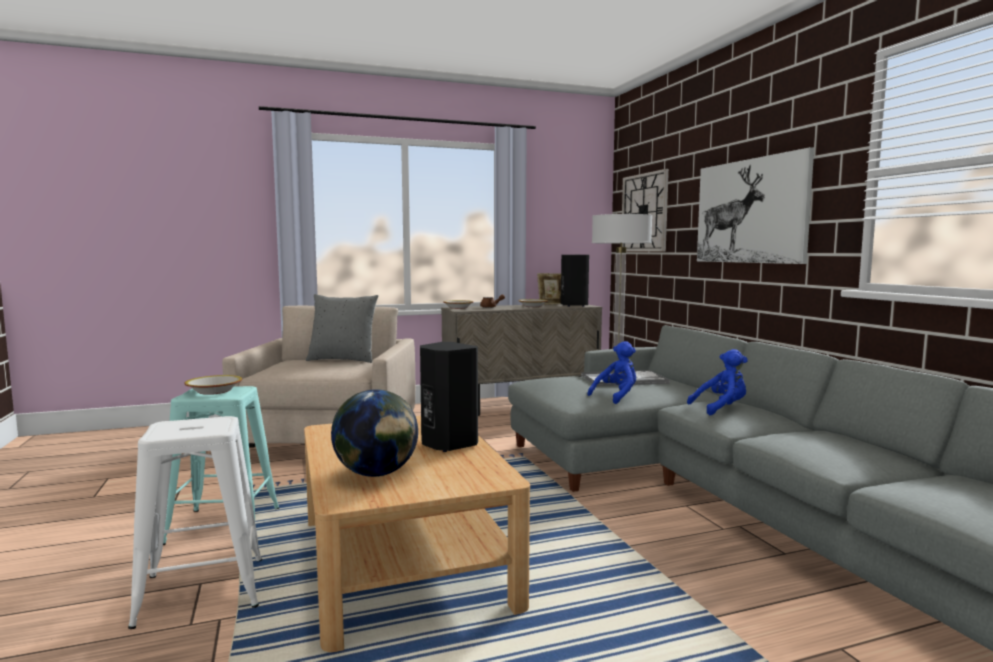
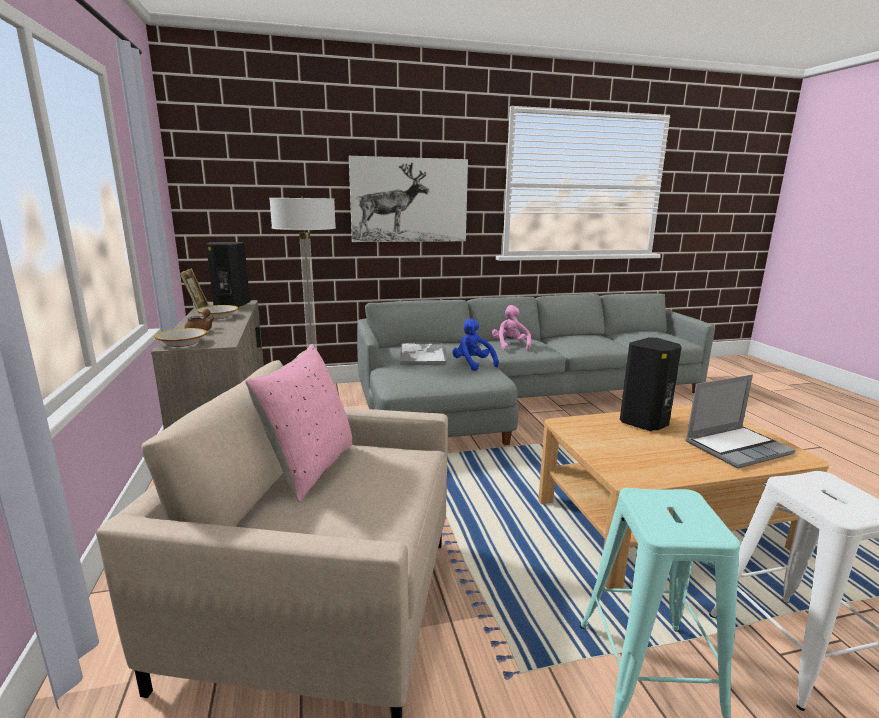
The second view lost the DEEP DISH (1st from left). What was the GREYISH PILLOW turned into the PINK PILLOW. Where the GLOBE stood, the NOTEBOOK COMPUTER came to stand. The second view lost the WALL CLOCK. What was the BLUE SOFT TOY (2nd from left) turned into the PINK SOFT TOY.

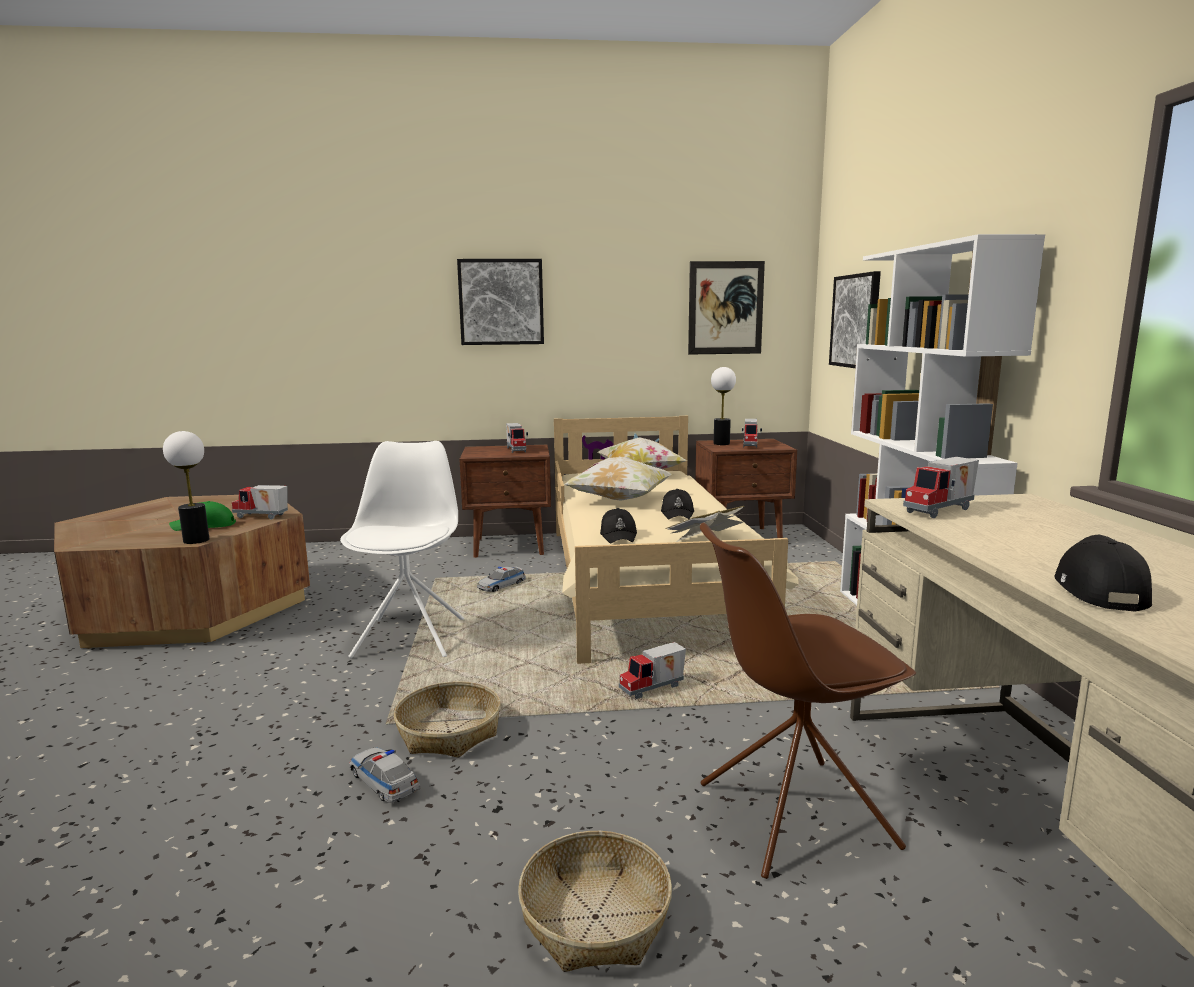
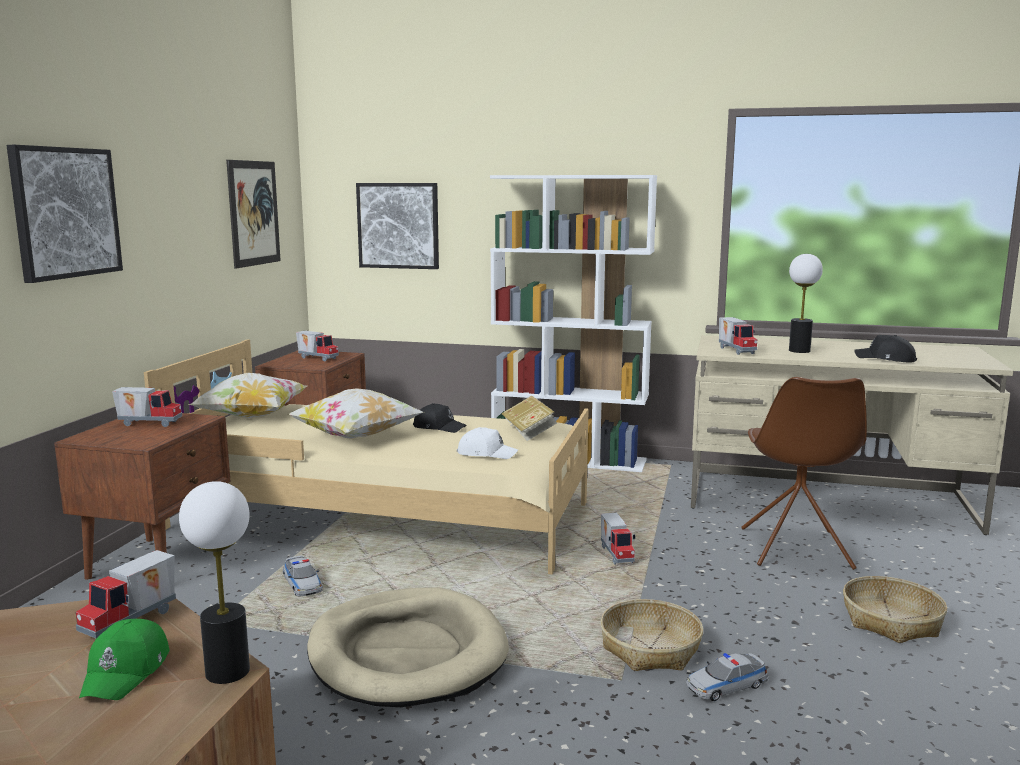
Where the WHITE-COLOURED PLAIN CHAIR stood, the BEIGE DOG CUSHION came to stand. What was the BLACK PEAKED CAP (1st from left) turned into the WHITE-COLOURED PEAKED CAP. The TABLE LAMP (2nd from left) ended up elsewhere.

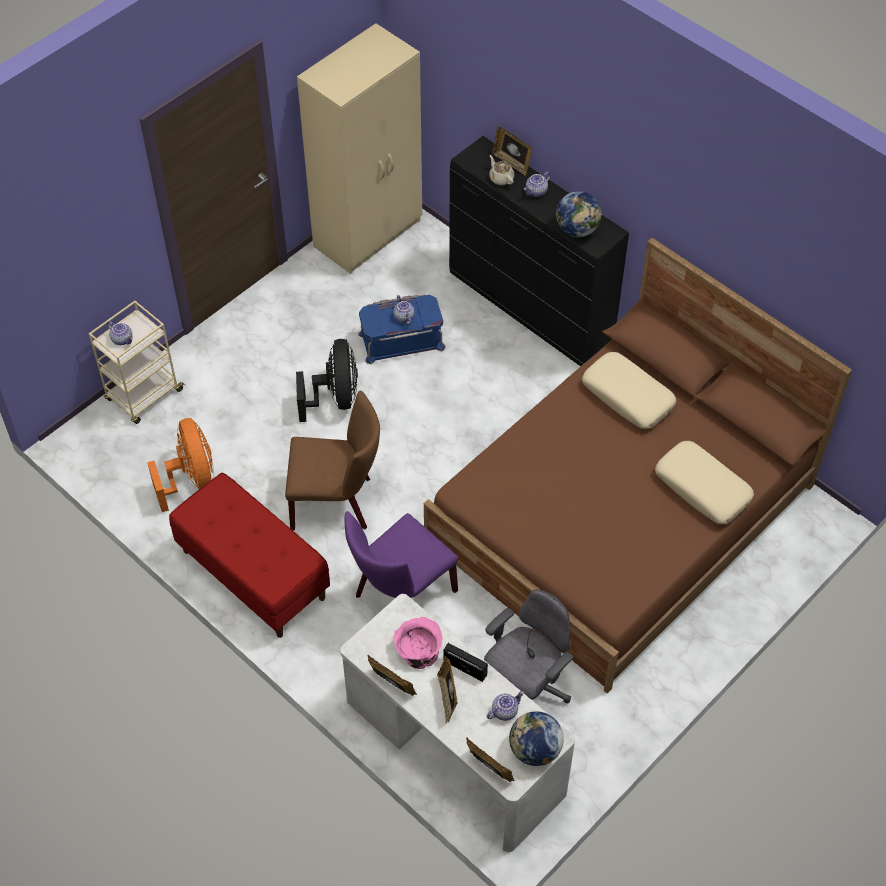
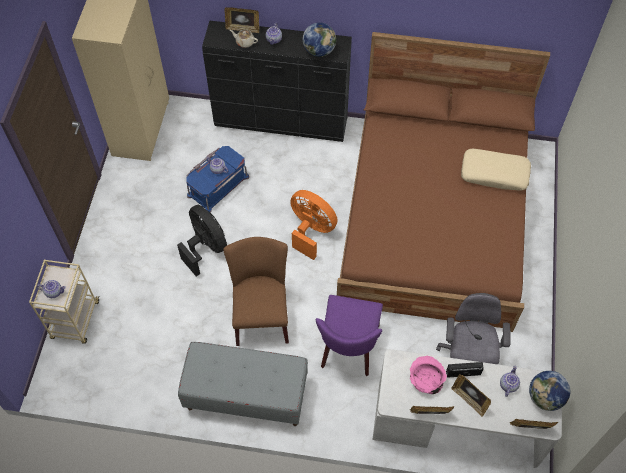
The ORANGEY FAN ended up elsewhere. What was the RED BENCH turned into the GREYISH BENCH. The BROWN-COLOURED PLAIN CHAIR ended up facing another way, 60 degrees counterclockwise from before. The second view lost the BEIGE PILLOW (1st from left).

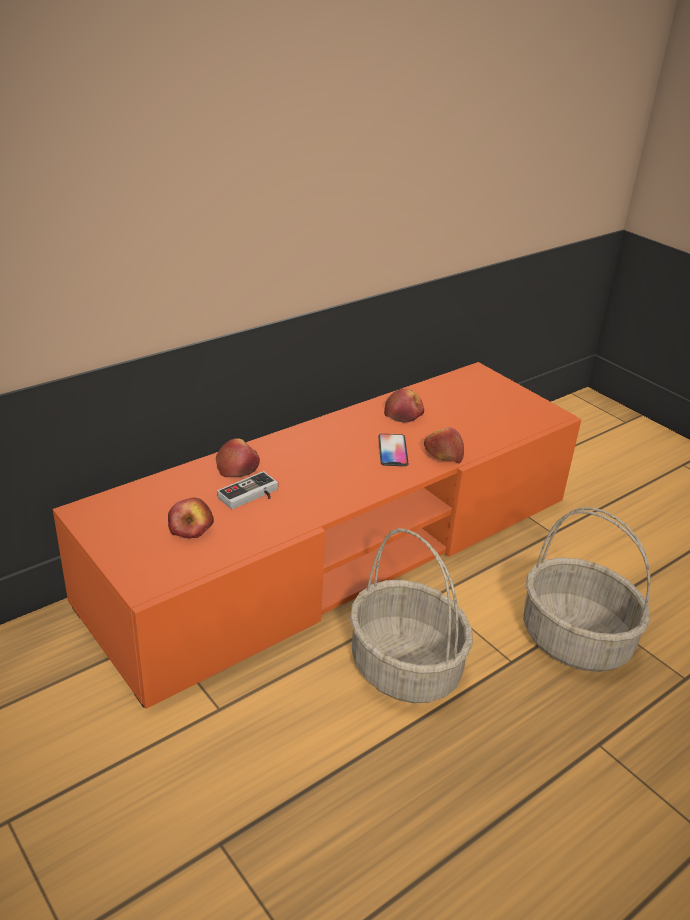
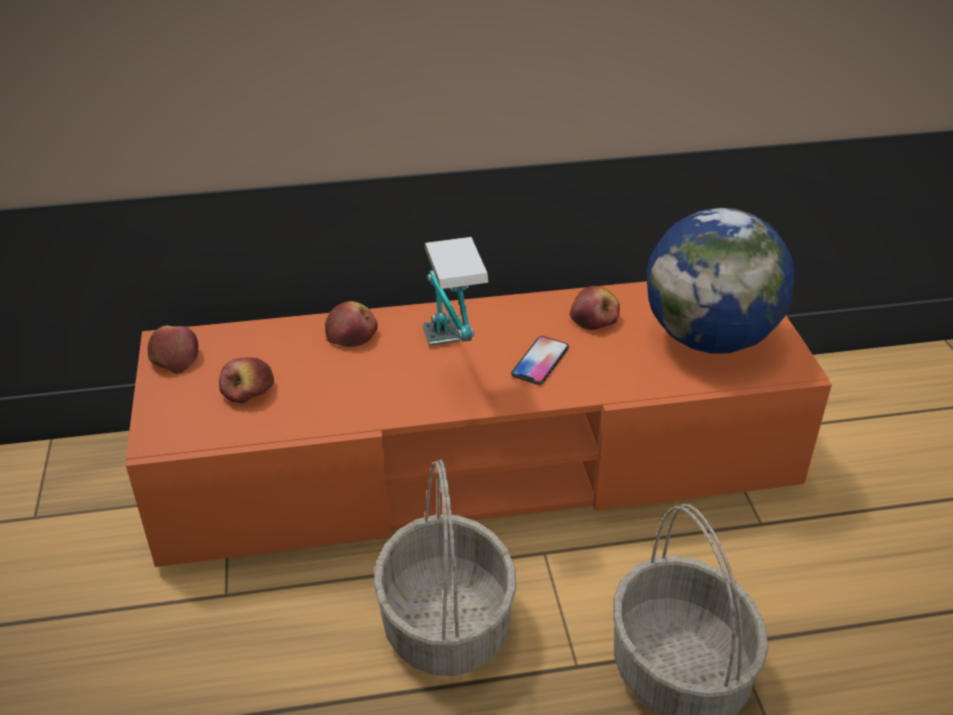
The second view lost the GAMEPAD. The WHOLE APPLE (4th from left in the first image) ended up elsewhere. The second view gained the TABLE LAMP. The second view gained the GLOBE.

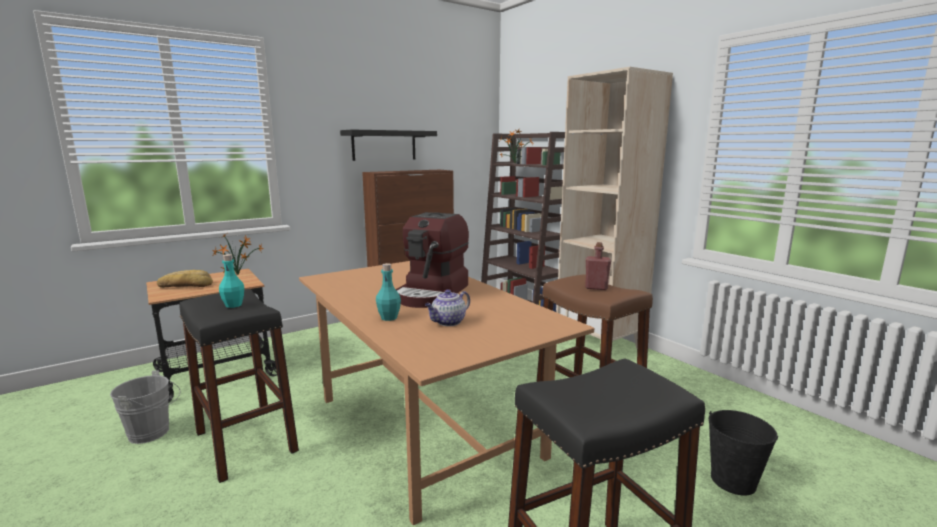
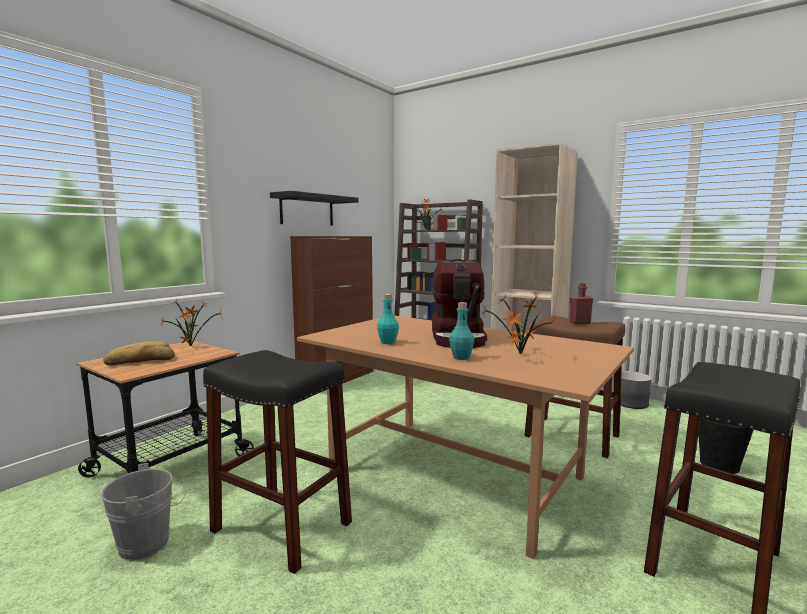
The TURQUOISE-COLOURED DRINK BOTTLE (1st from left) ended up elsewhere. Where the POT FOR TEA stood, the POTTED PLANT (3rd from left) came to stand. The second view gained the GREYISH PLANT POT.

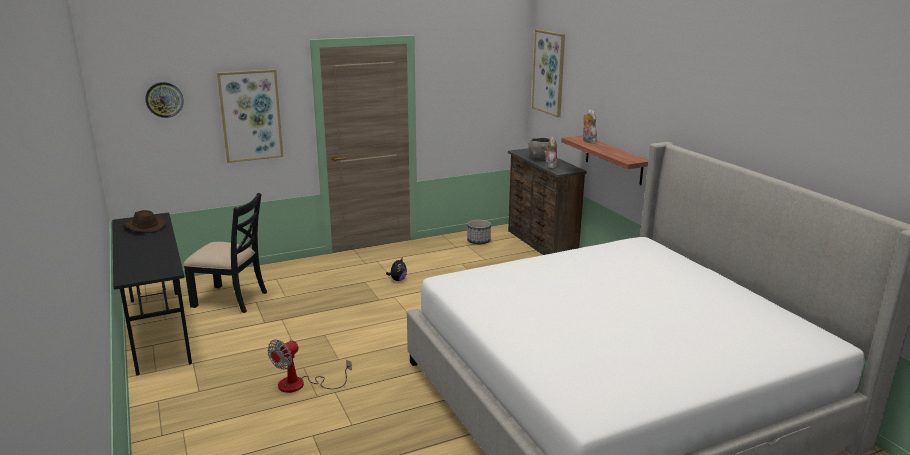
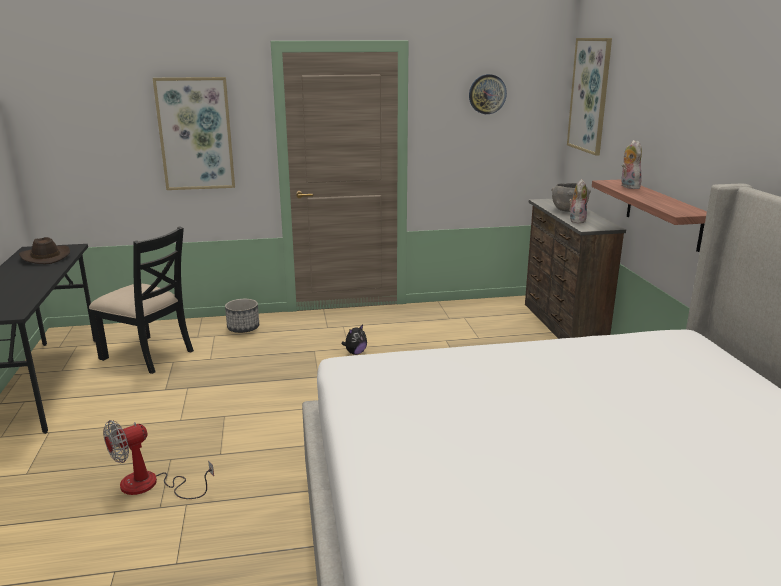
The WALL CLOCK ended up elsewhere. The PLANT POT ended up elsewhere.

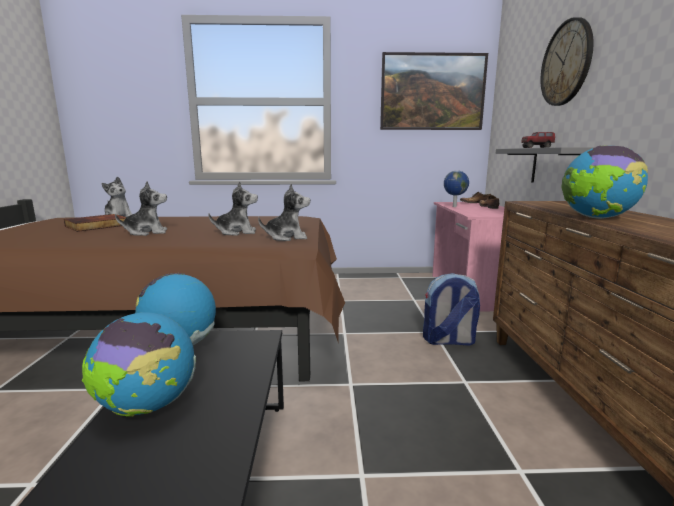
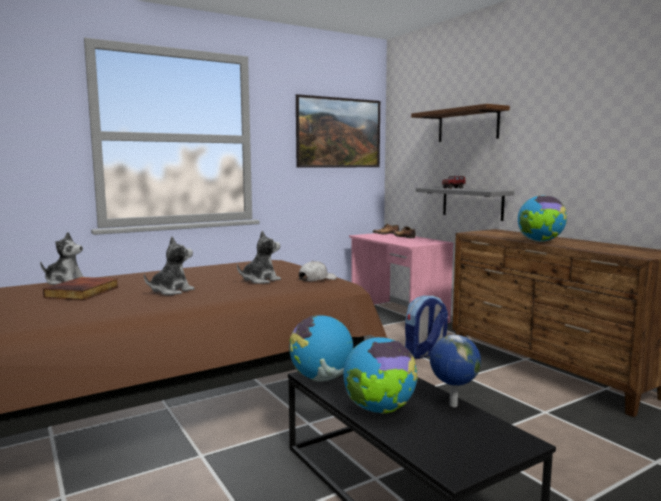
Where the SOFT TOY (4th from left) stood, the WHITE-COLOURED PEAKED CAP came to stand. The GLOBE (3rd from left) ended up elsewhere. Where the WALL CLOCK hung, the BROWN-COLOURED SHELF came to hang.

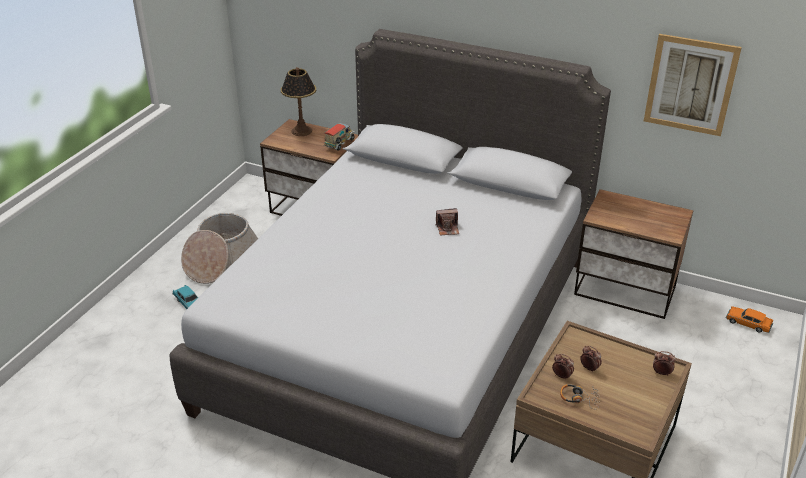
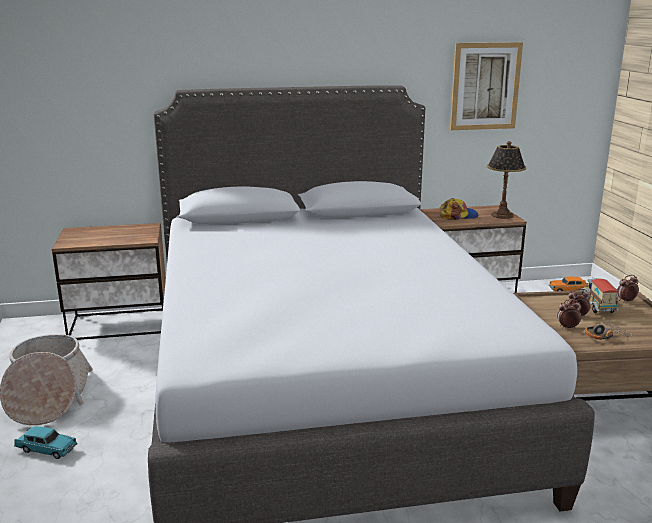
The TABLE LAMP ended up elsewhere. The TOY LORRY ended up elsewhere. The second view lost the STILL CAMERA. The second view gained the PEAKED CAP.

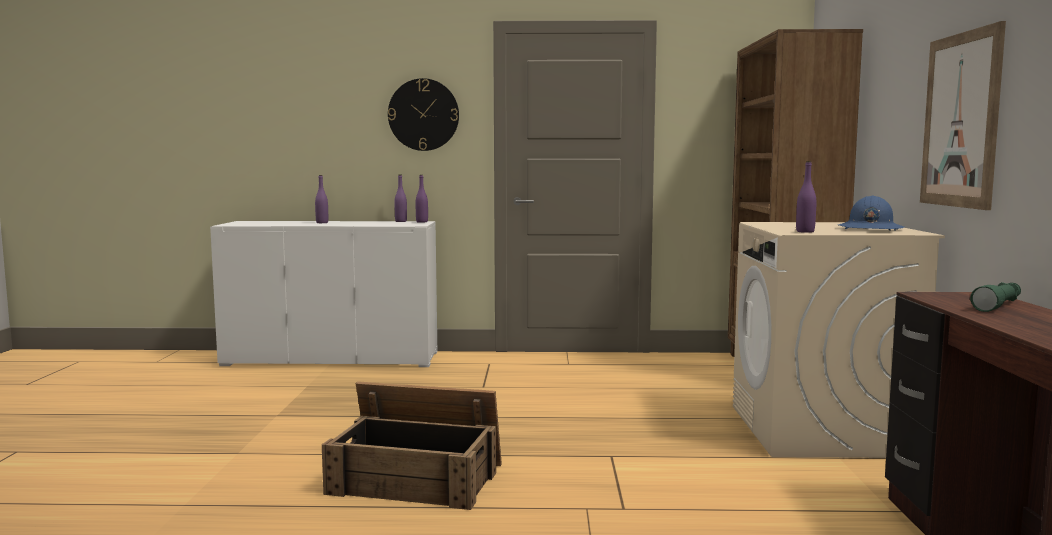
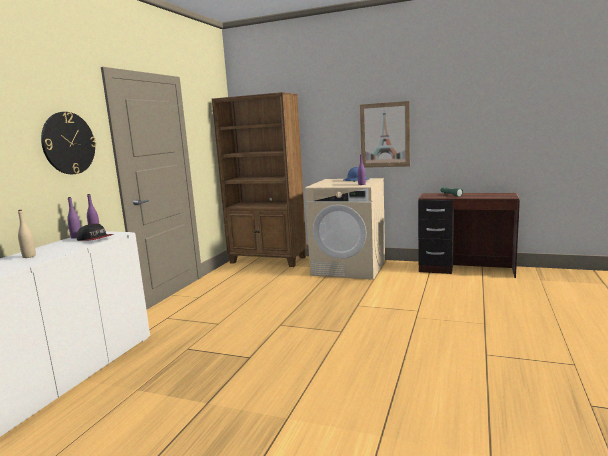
What was the PURPLISH DRINK BOTTLE (1st from left) turned into the BEIGE DRINK BOTTLE. The second view lost the PACKING CRATE. The second view gained the PEAKED CAP.

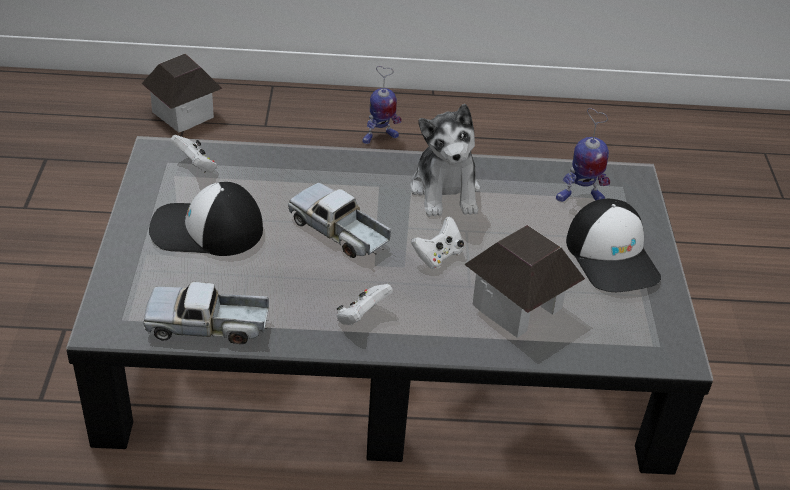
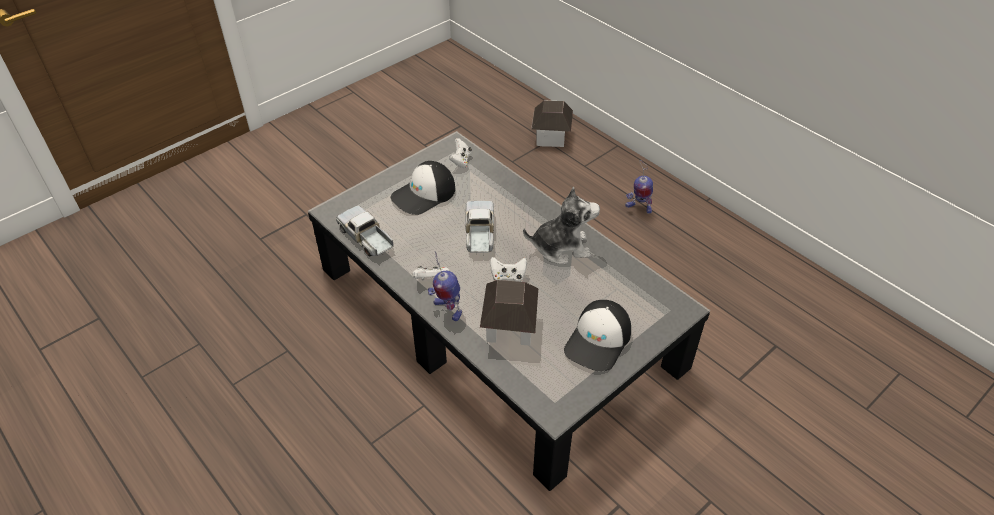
The PEAKED CAP (1st from left) ended up facing another way, 90 degrees counterclockwise from before. The SOFT TOY ended up facing another way, 135 degrees counterclockwise from before. The TOY ROBOT (2nd from left in the first image) ended up elsewhere.

